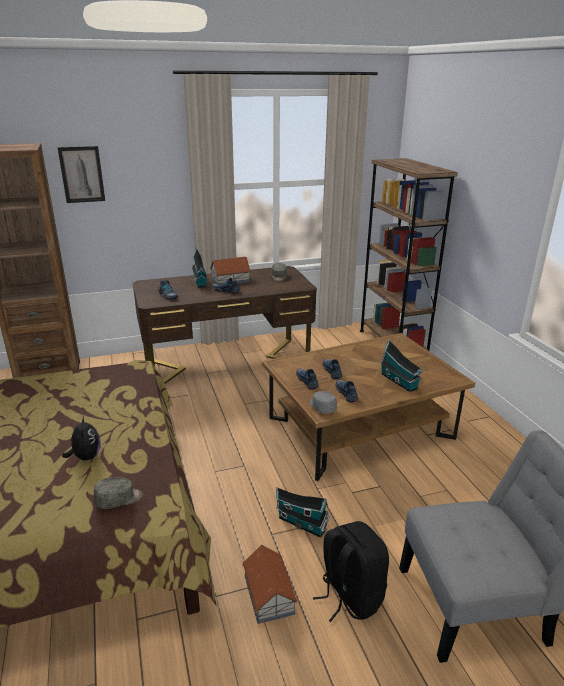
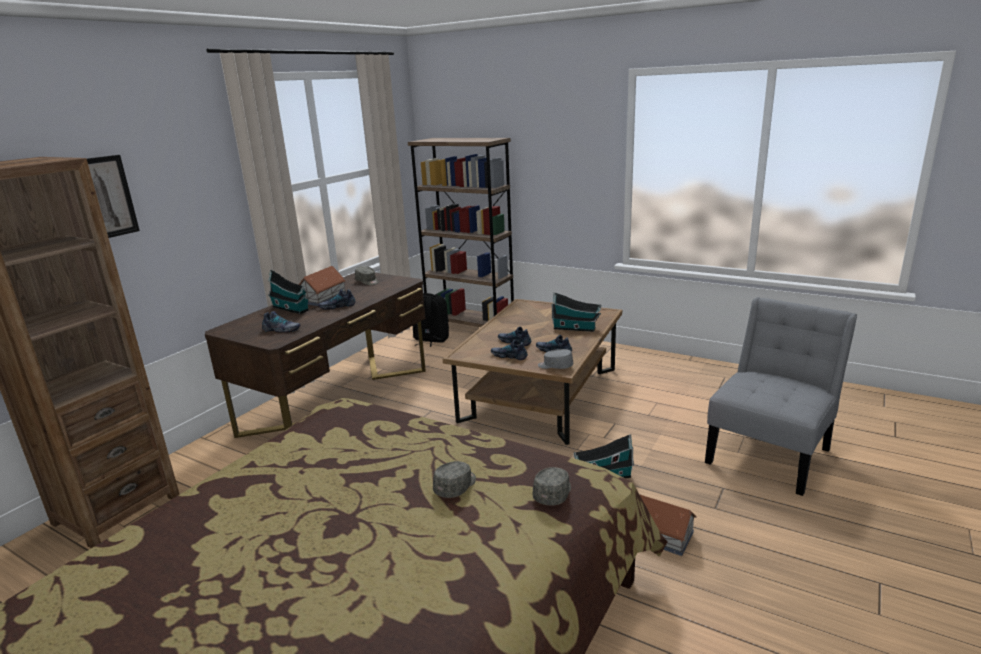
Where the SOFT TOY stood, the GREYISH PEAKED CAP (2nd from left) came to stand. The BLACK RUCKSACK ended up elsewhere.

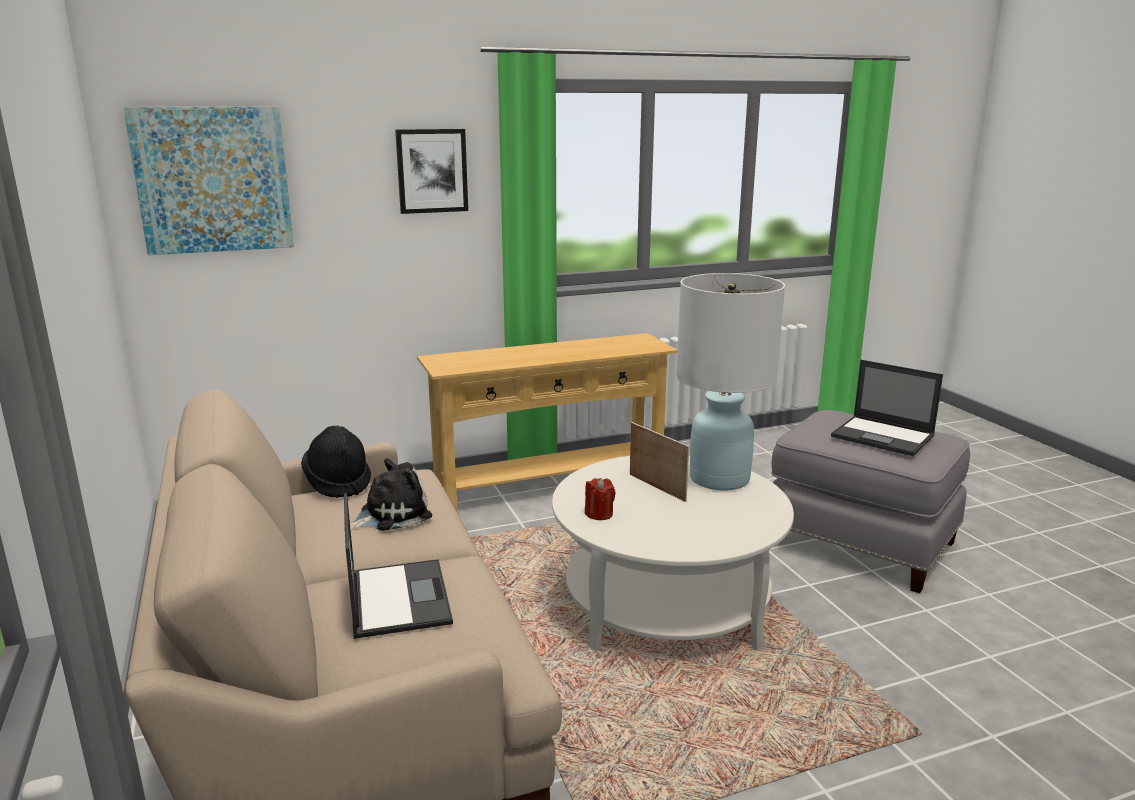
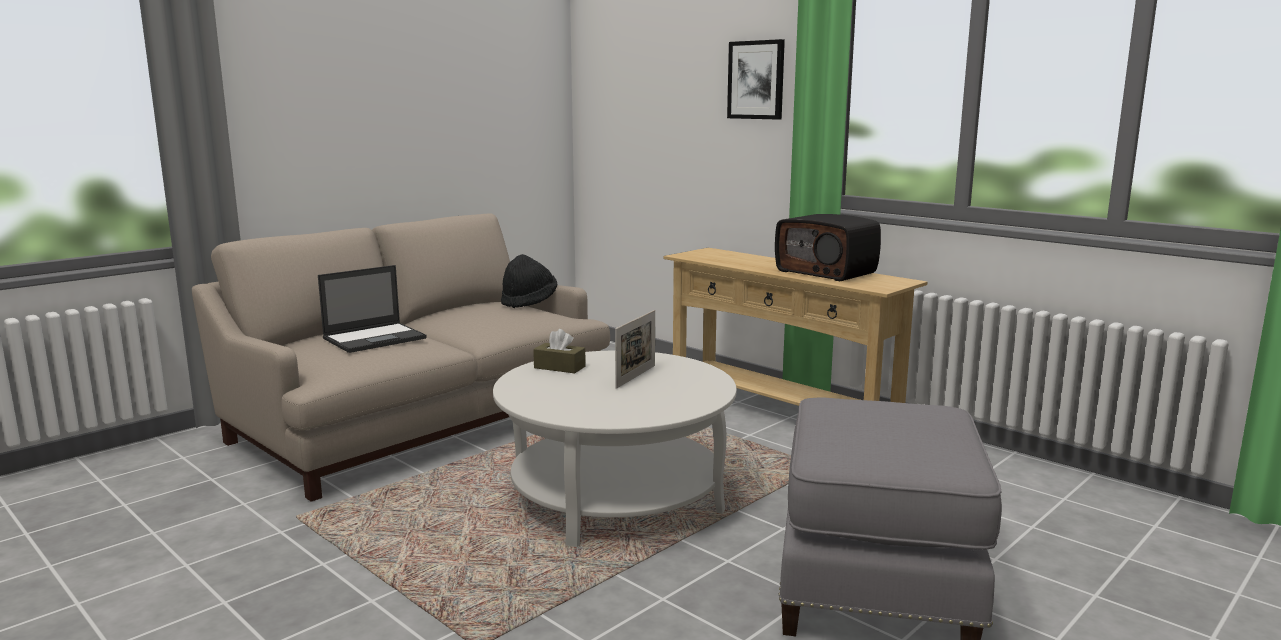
The second view lost the WALL PICTURE (1st from left). The second view lost the SOFT TOY. Where the RED WAX CANDLE stood, the BROWN-COLOURED BOX OF TISSUES came to stand. The second view lost the WHITE-COLOURED TABLE LAMP. The second view lost the NOTEBOOK COMPUTER (2nd from left). The second view gained the RADIO RECEIVER.

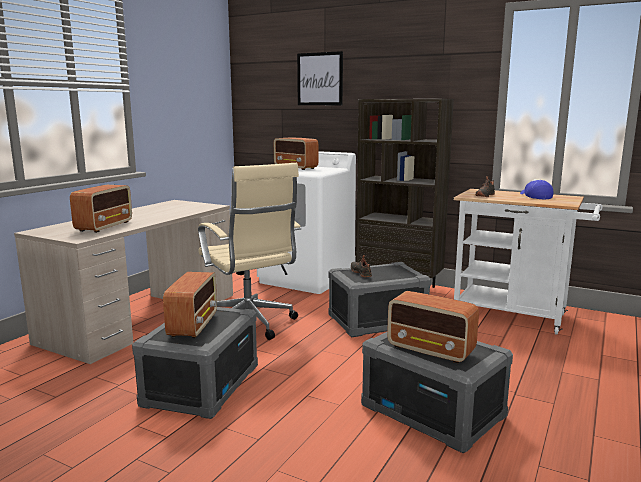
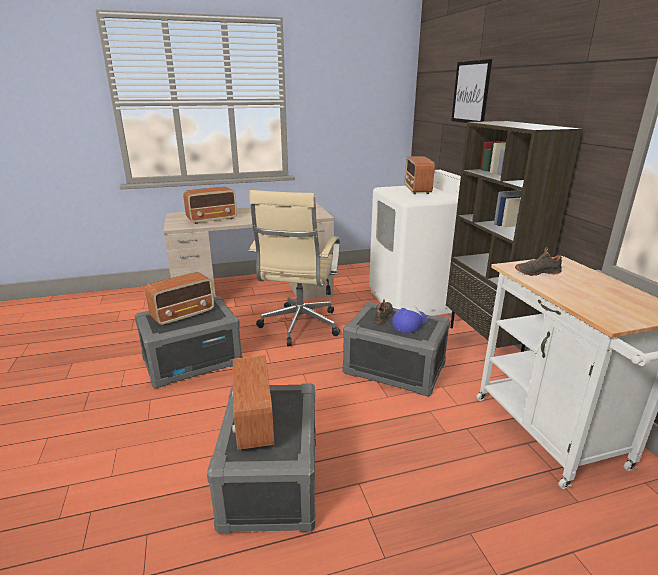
The PEAKED CAP ended up elsewhere.

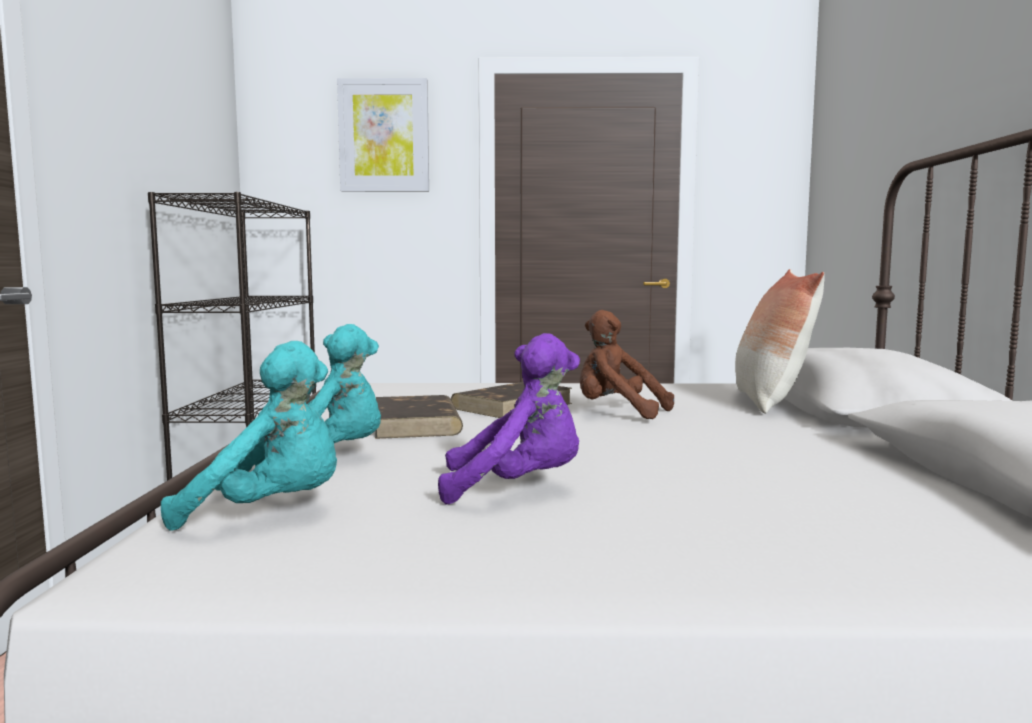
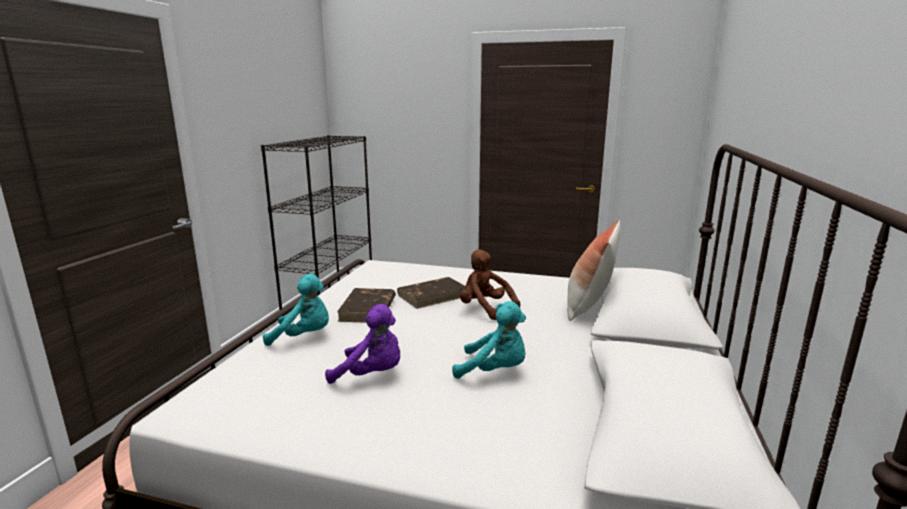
The TURQUOISE-COLOURED SOFT TOY (1st from left in the first image) ended up elsewhere. The second view lost the WALL PICTURE.

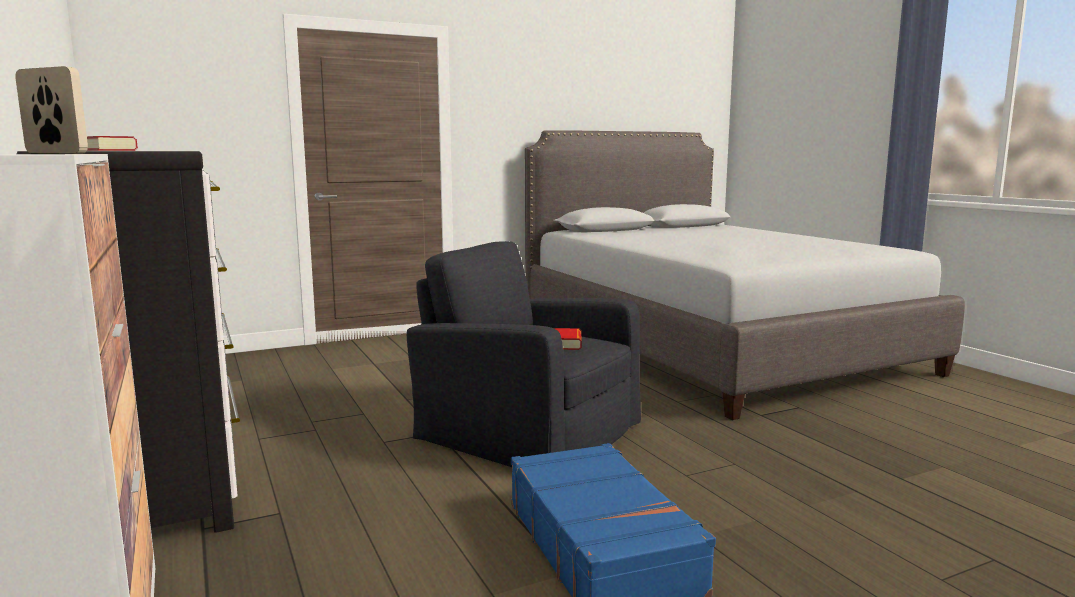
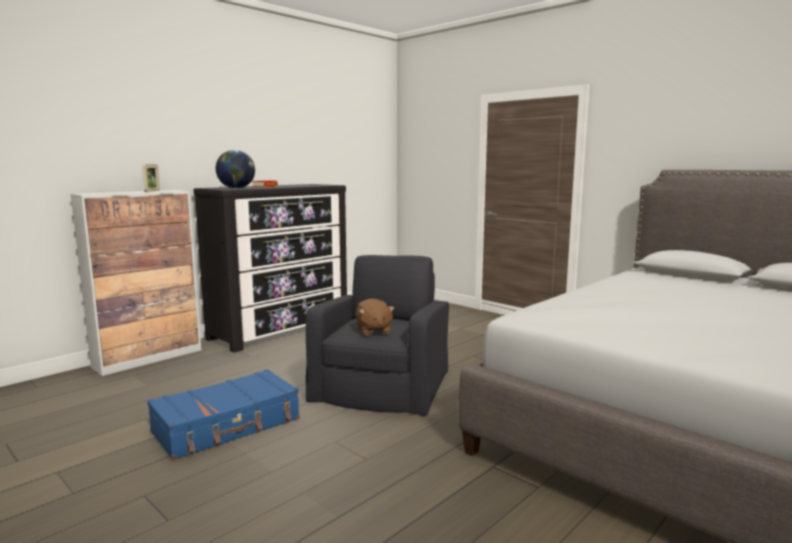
Where the BOOK (2nd from left) stood, the BROWN-COLOURED SOFT TOY came to stand. The second view gained the GLOBE.

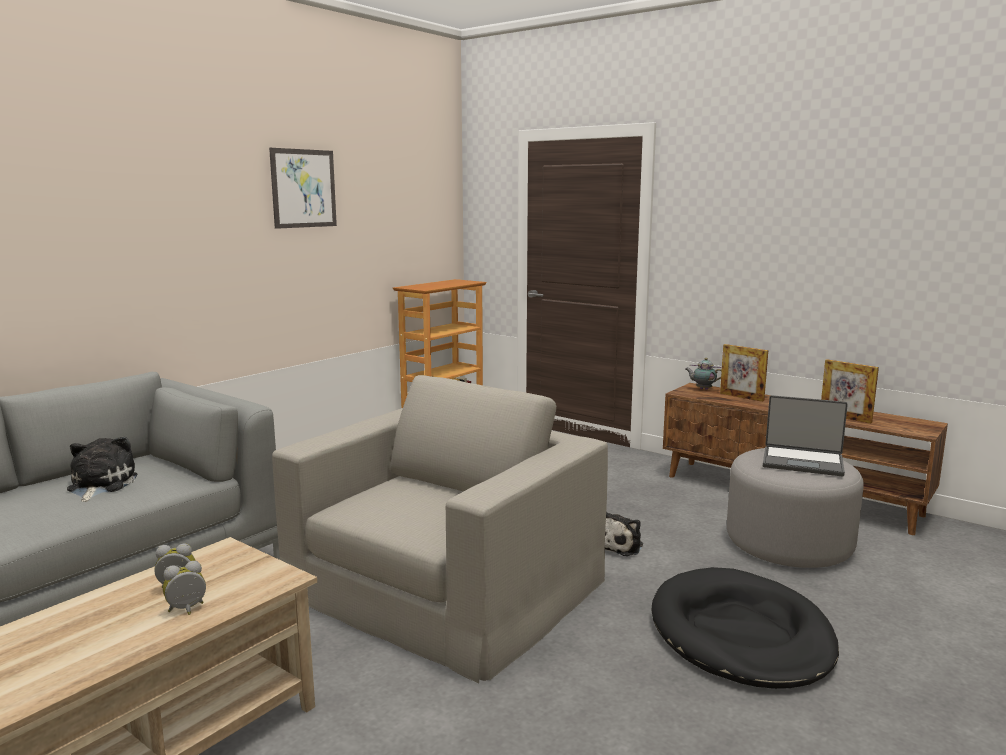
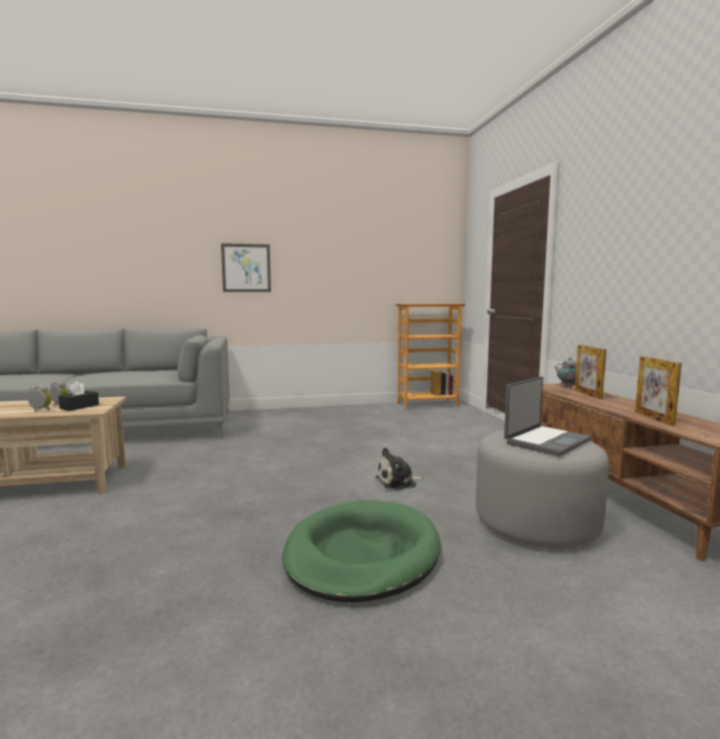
The second view lost the SOFT TOY (1st from left). The WALL PICTURE ended up elsewhere. The second view lost the BEIGE ARMCHAIR. What was the BLACK DOG CUSHION turned into the GREENISH DOG CUSHION. The NOTEBOOK COMPUTER ended up facing another way, 105 degrees counterclockwise from before. The second view gained the BLACK BOX OF TISSUES.

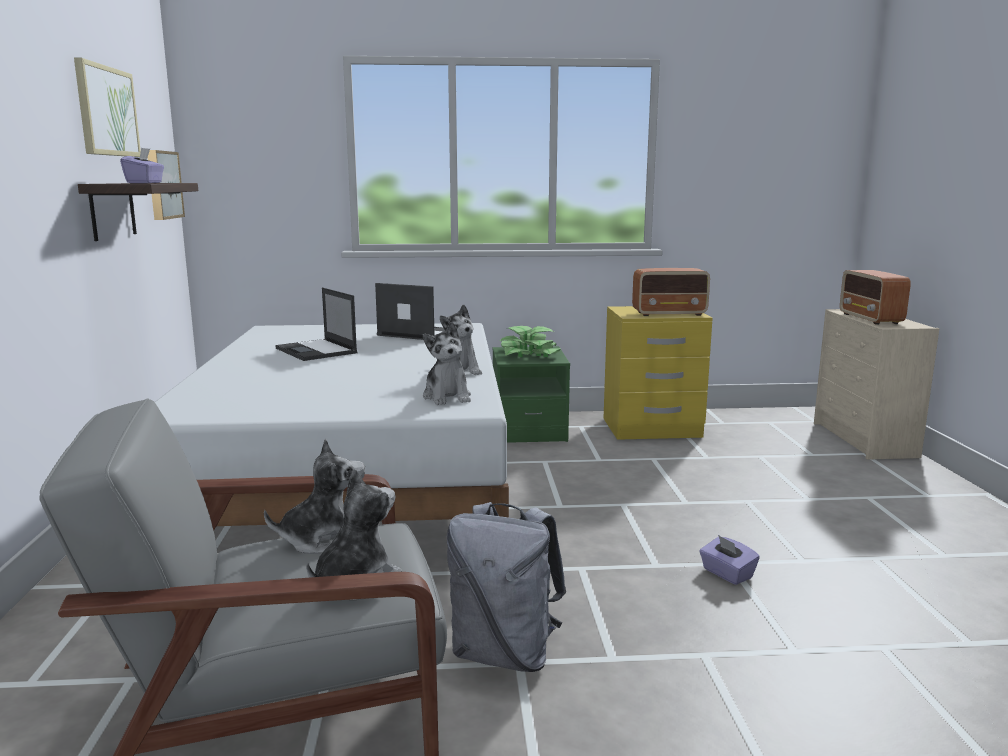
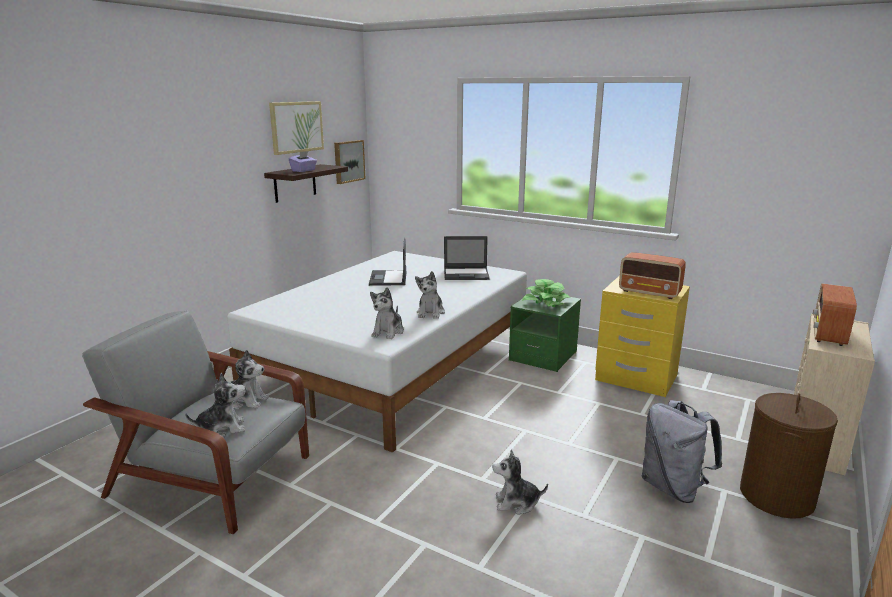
The NOTEBOOK COMPUTER (2nd from left) ended up facing another way, 120 degrees clockwise from before. The GREYISH RUCKSACK ended up elsewhere. Where the PURPLISH BOX OF TISSUES (2nd from left) stood, the SOFT TOY (5th from left) came to stand. The second view gained the BROWN-COLOURED LAUNDRY BASKET.

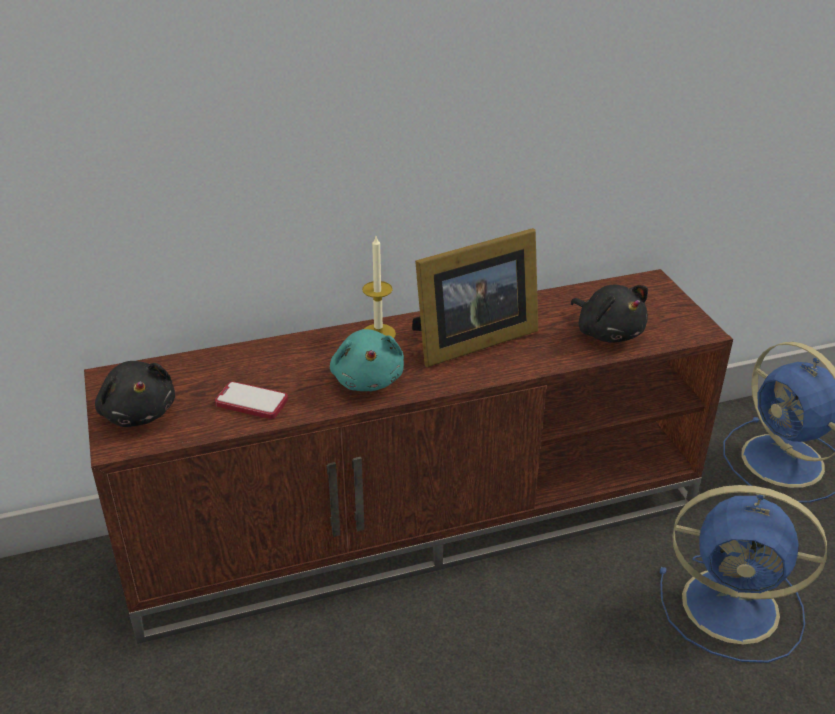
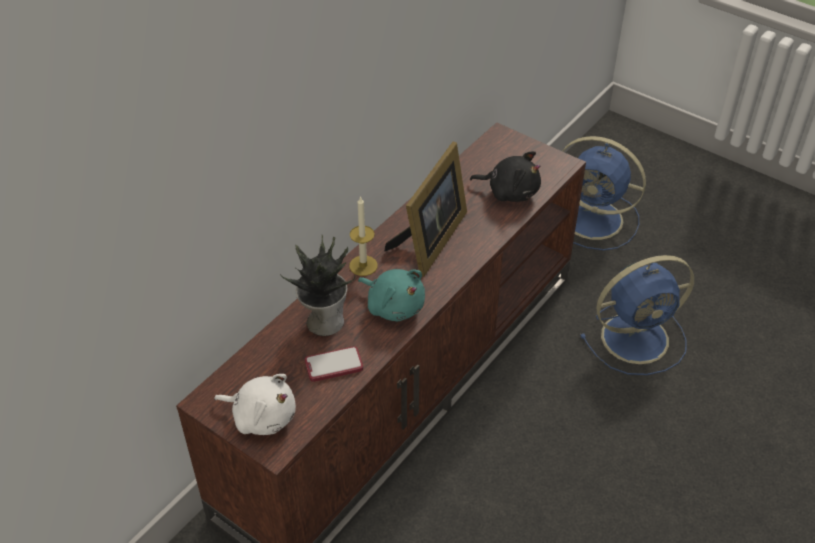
What was the BLACK SOFT TOY (1st from left) turned into the WHITE-COLOURED SOFT TOY. The second view gained the POTTED PLANT.

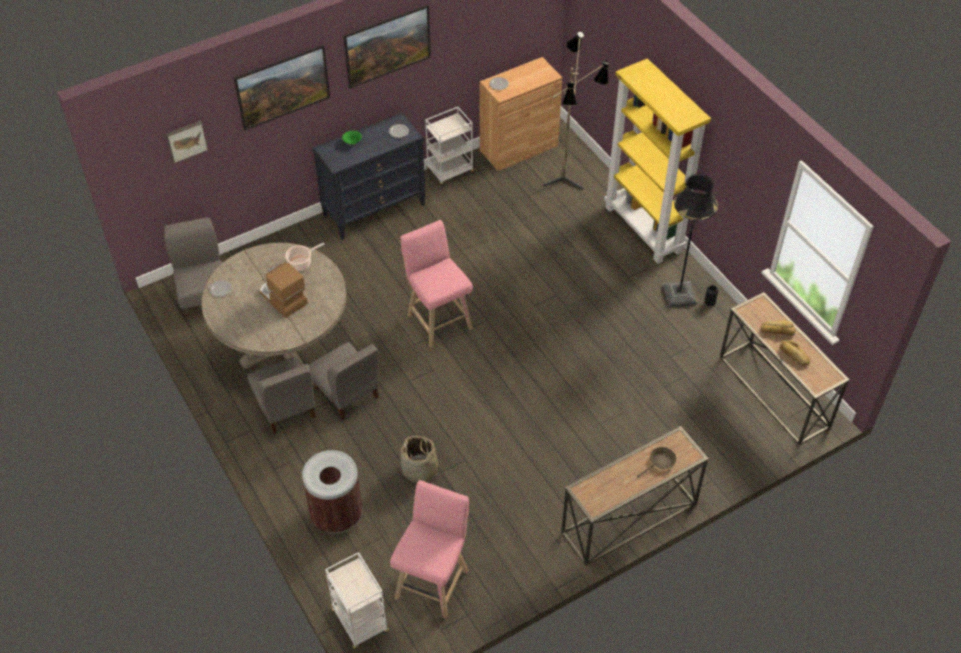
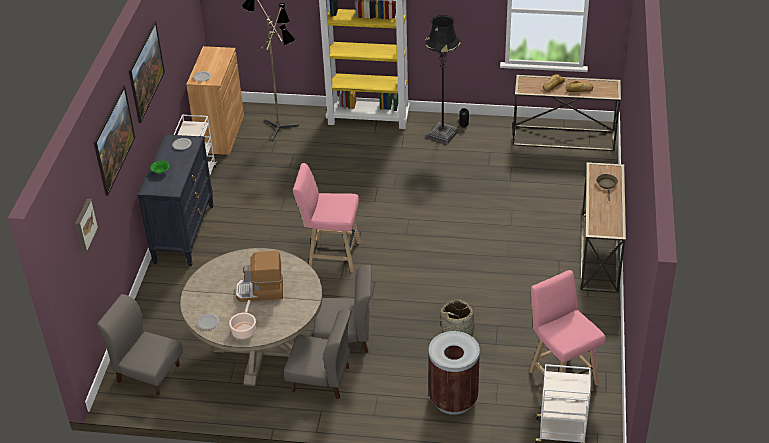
The STOCKPOT ended up elsewhere.

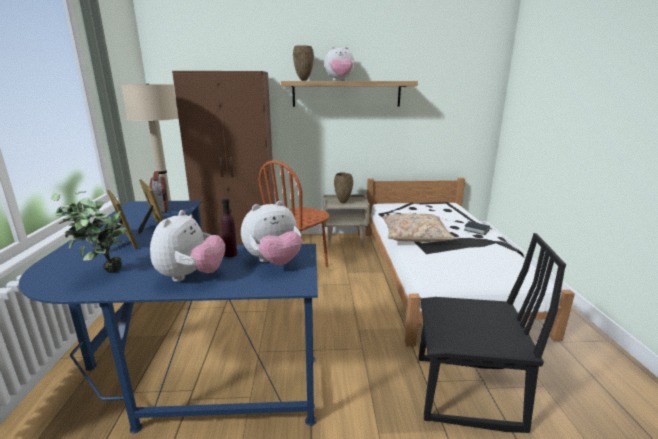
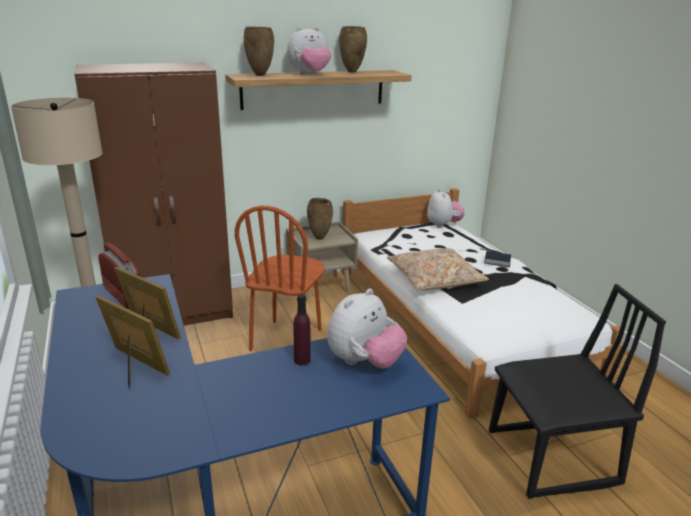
The second view lost the POTTED PLANT. The SOFT TOY (1st from left in the first image) ended up elsewhere. The second view gained the BROWN-COLOURED FLOWER VASE (3rd from left).

